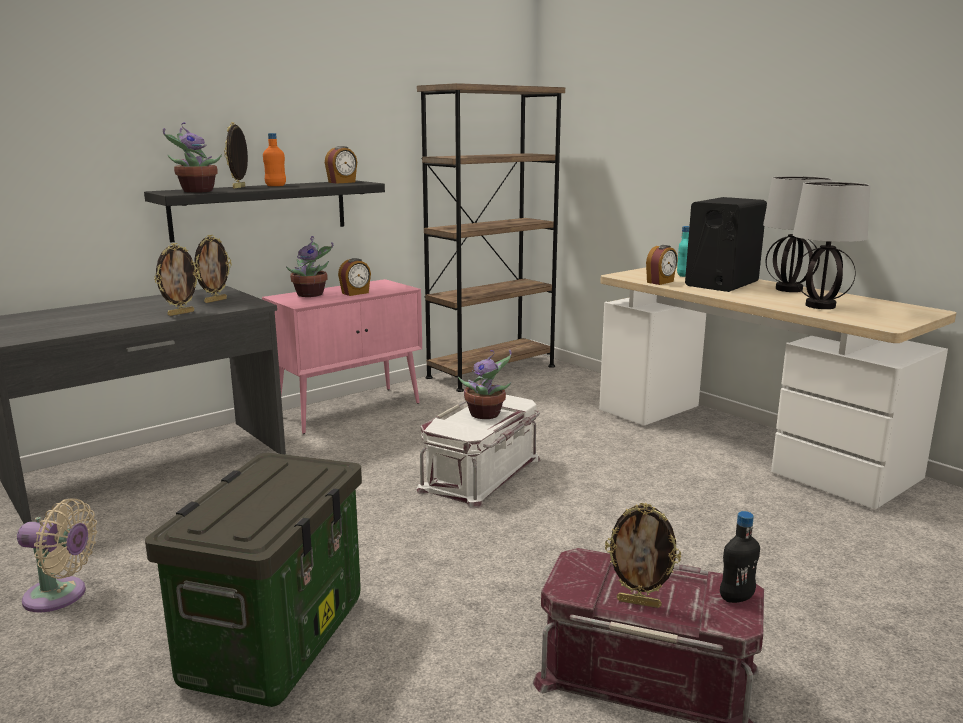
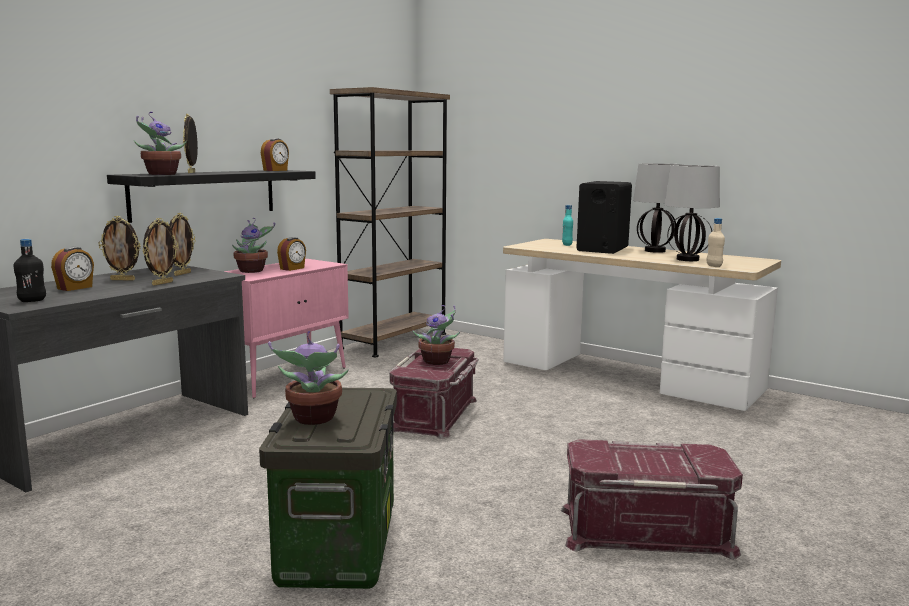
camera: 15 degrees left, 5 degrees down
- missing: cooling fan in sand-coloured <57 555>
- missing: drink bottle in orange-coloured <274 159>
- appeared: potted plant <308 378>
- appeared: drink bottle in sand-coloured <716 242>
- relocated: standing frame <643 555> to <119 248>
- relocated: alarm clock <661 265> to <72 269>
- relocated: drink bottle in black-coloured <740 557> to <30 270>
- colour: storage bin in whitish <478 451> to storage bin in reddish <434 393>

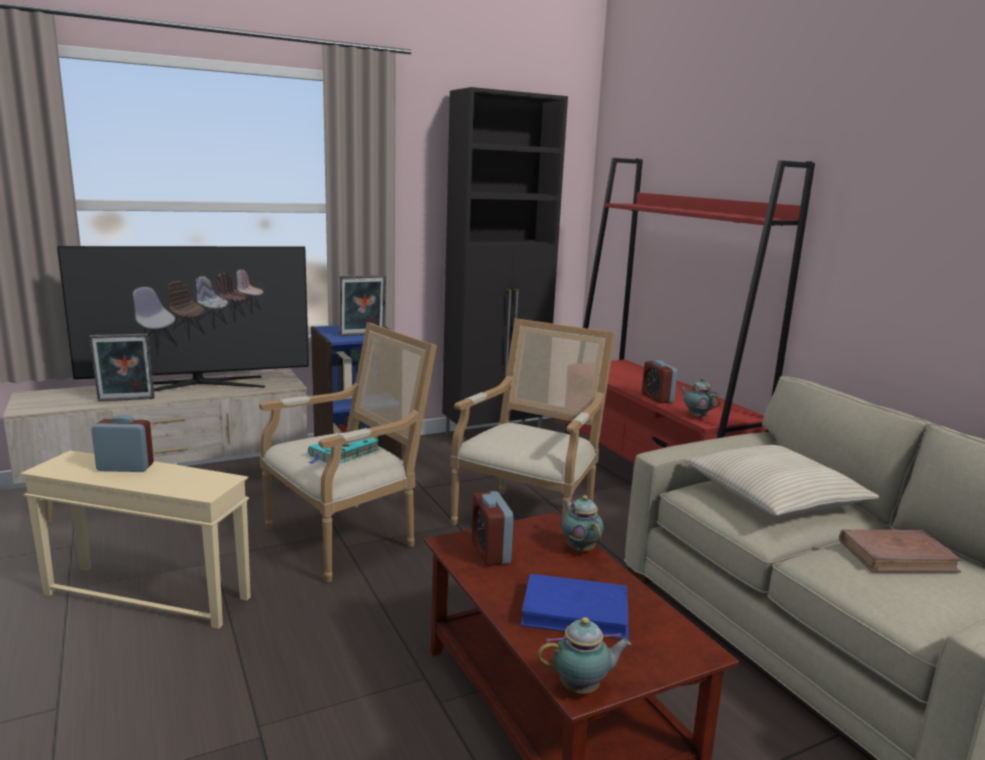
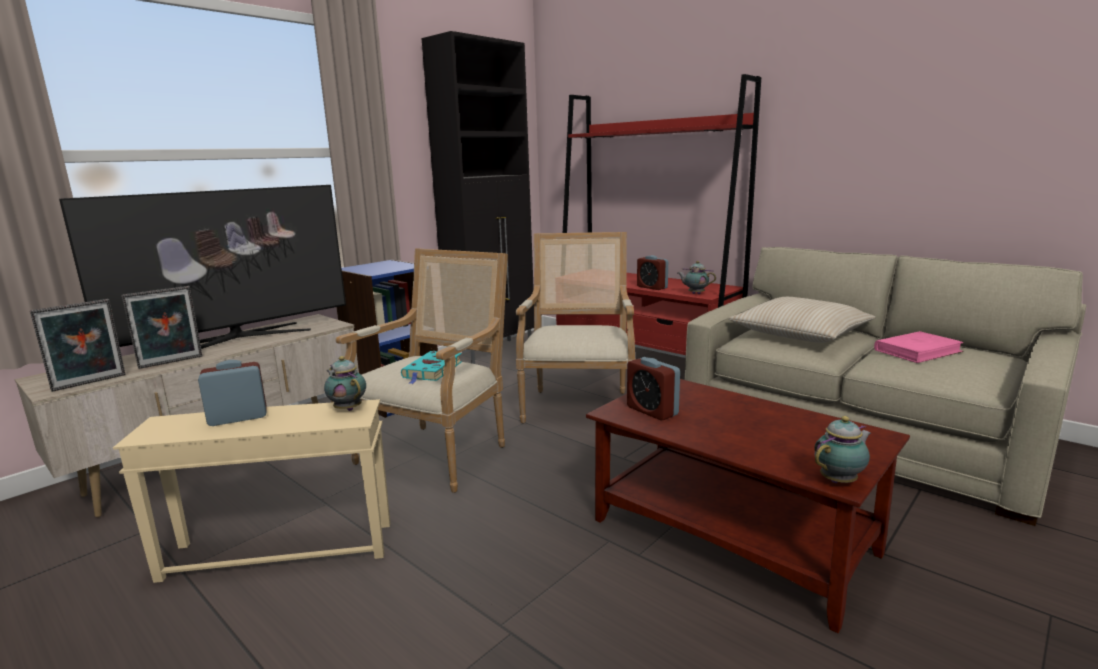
camera: 20 degrees left, 0 degrees up
- missing: volume in bluish <575 607>
- relocated: standing frame <362 305> to <78 345>
- relocated: tea pot <582 523> to <345 383>
- colour: volume in brown <900 551> to volume in pink <919 347>

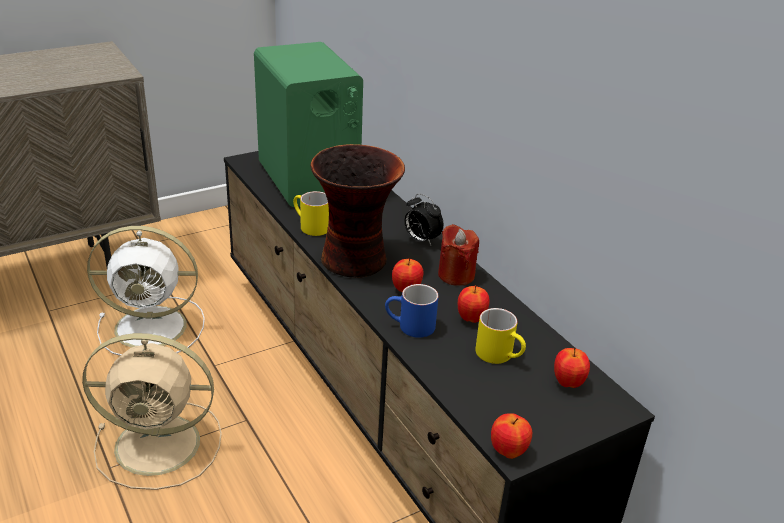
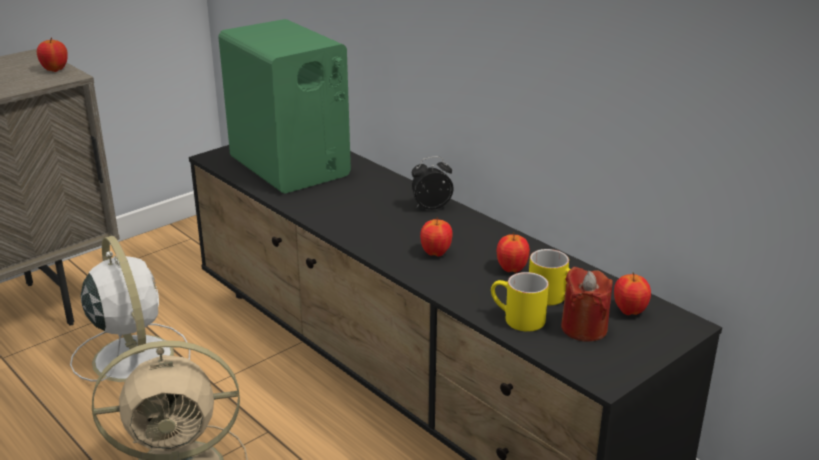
camera: 10 degrees left, 5 degrees down
- missing: decorative vase <357 211>
- missing: coffee mug in bluish <412 311>
- relocated: coffee mug in yellow <311 213> to <520 301>
- relocated: candle in reddish <458 255> to <587 304>
- relocated: whole apple <511 436> to <52 54>
- spun: cooling fan in whitish <146 291> = <130 309> 105 degrees counterclockwise
- spun: alarm clock <424 219> = <433 183> 135 degrees clockwise

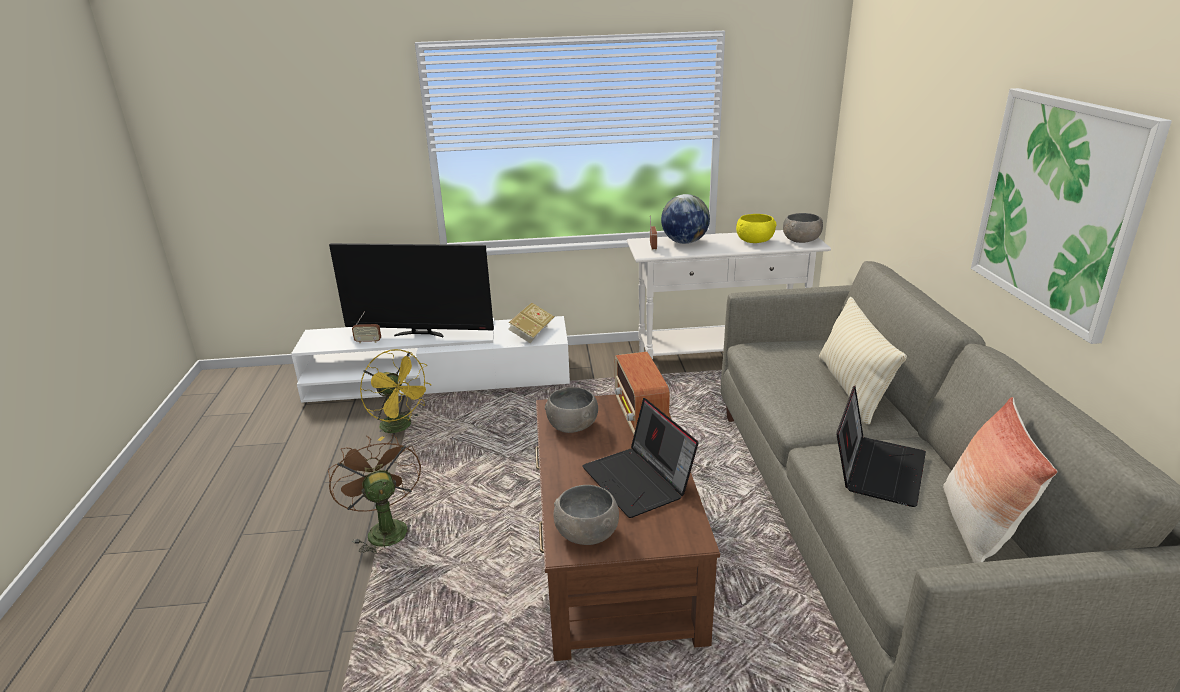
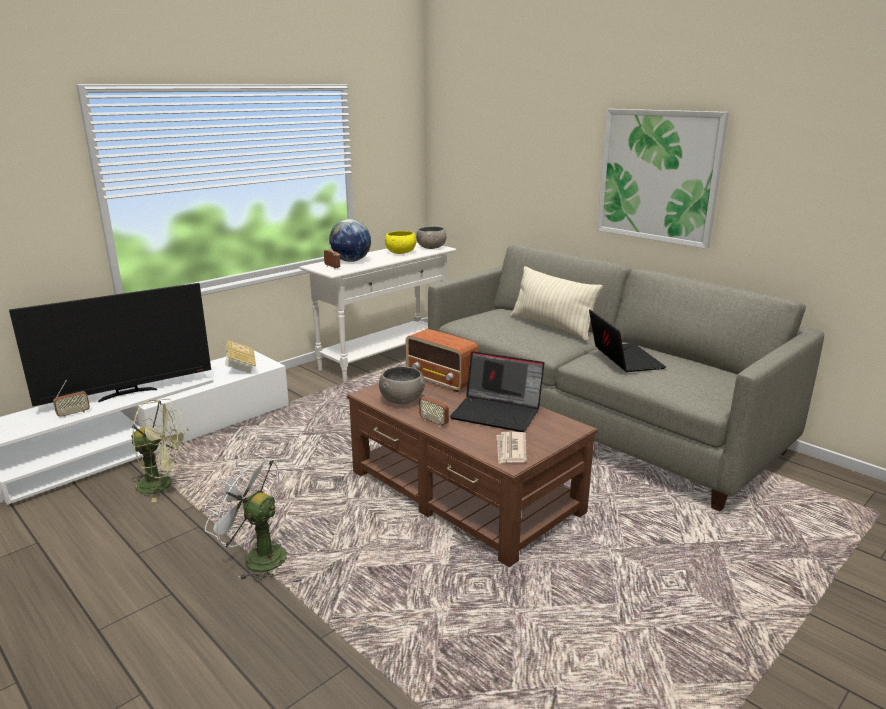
camera: 40 degrees left, 5 degrees down
- missing: cushion <1000 480>
- appeared: radio receiver <434 405>
- exchanged: deep dish in grey <586 515> to printed paper <512 448>
- colour: cooling fan in brown <374 494> to cooling fan in whitish <245 518>
- colour: cooling fan in yellow <395 395> to cooling fan in greenish <160 451>

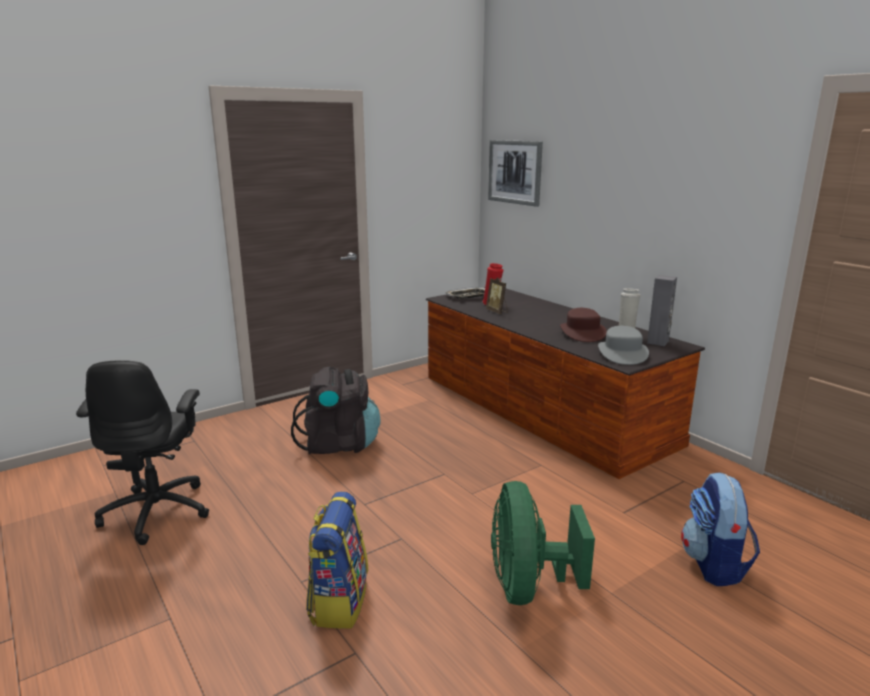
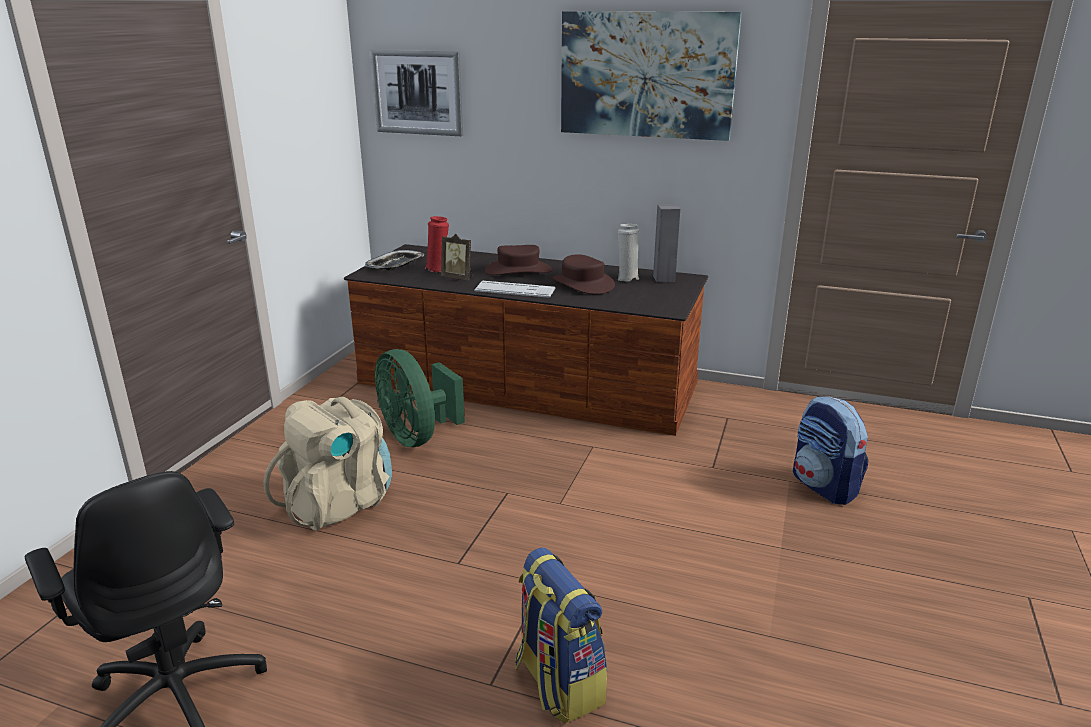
camera: 35 degrees left, 5 degrees up
- missing: hat in grey <623 345>
- appeared: computer keyboard <515 289>
- appeared: hat in brown <518 260>
- appeared: wall art <651 76>
- relocated: cooling fan in greenish <543 543> to <420 398>
- colour: rucksack in black-coloured <335 410> to rucksack in sand-coloured <328 464>

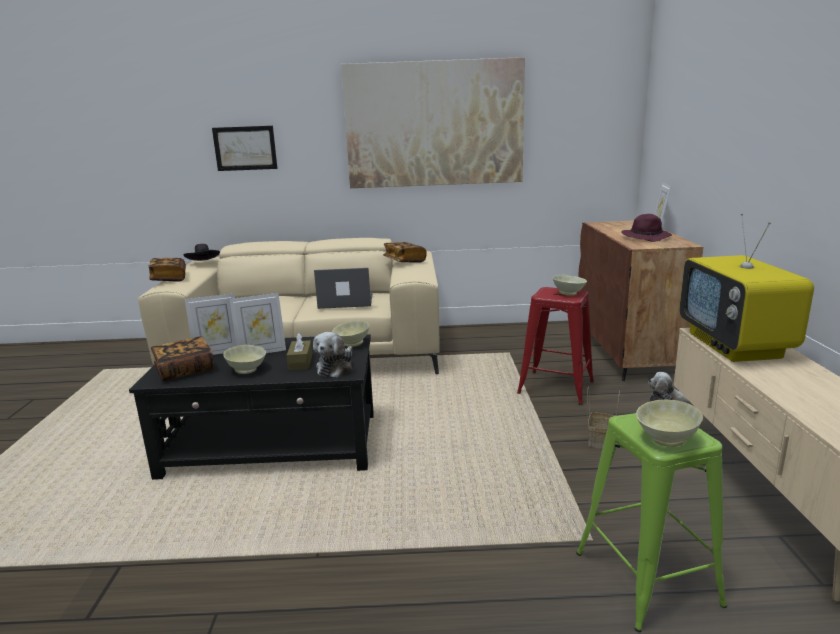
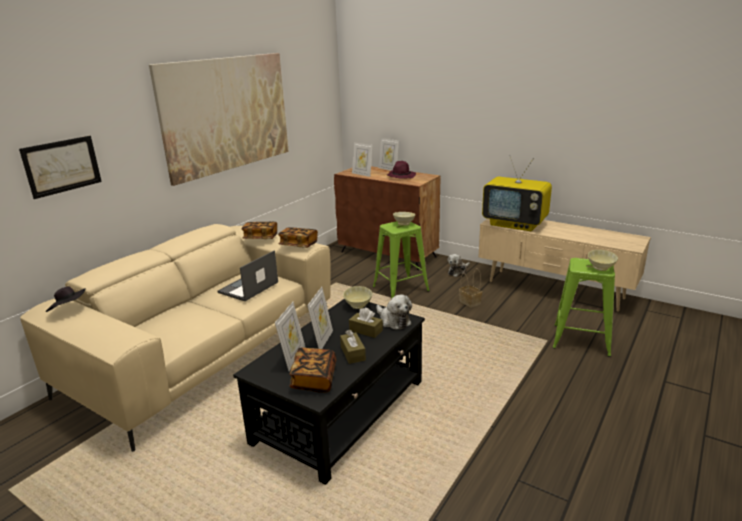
camera: 55 degrees left, 5 degrees up
- appeared: standing frame <362 159>
- relocated: volume <167 270> to <298 237>
- exchanged: deep dish in sand-coloured <244 359> to tissue box in brown <353 347>
- colour: sitting stool in reddish <555 346> to sitting stool in greenish <401 260>

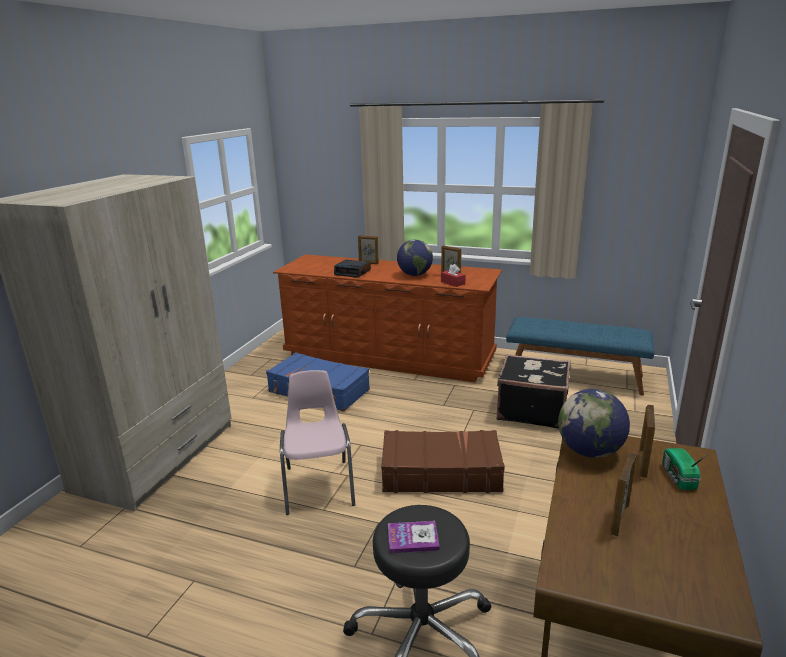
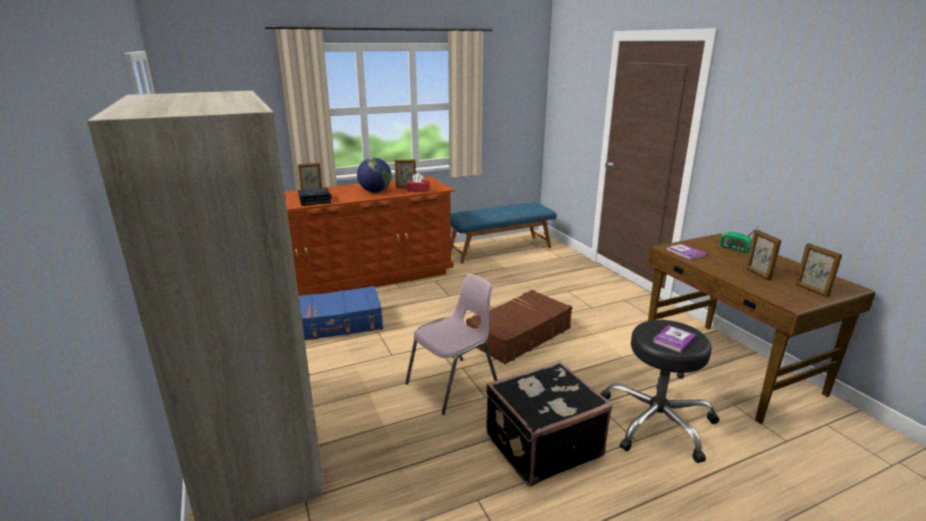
camera: 45 degrees left, 0 degrees up
- relocated: travel case in black-coloured <534 391> to <549 423>
- relocated: standing frame <647 441> to <818 270>
- exchanged: globe <594 423> to volume <687 251>
- spun: plain chair in pink <317 442> = <451 344> 105 degrees clockwise

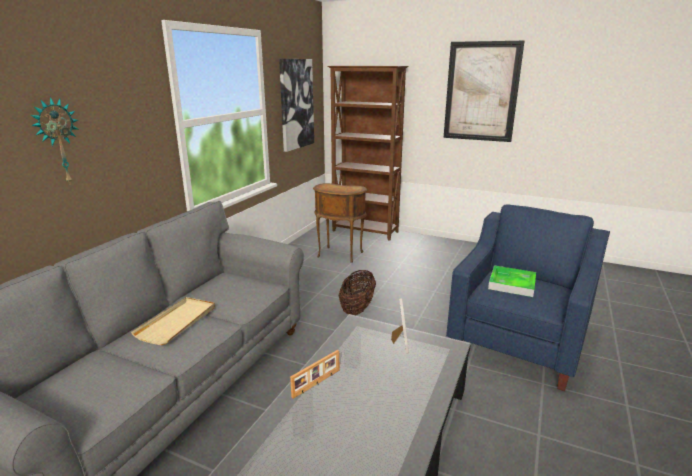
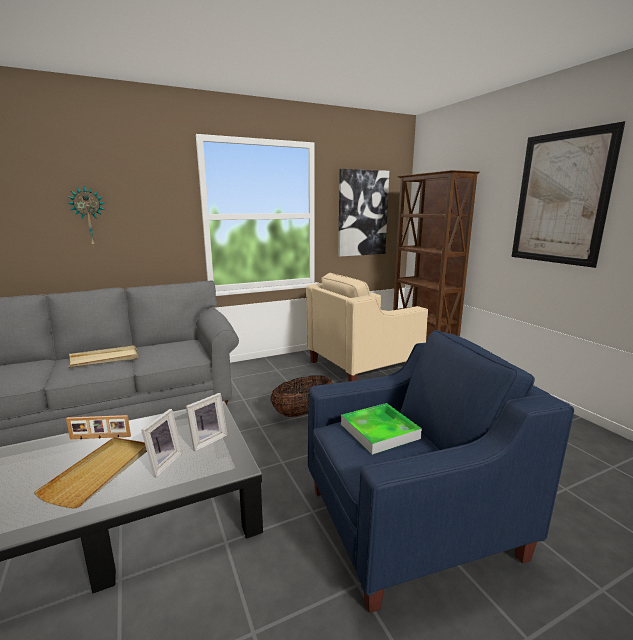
camera: 40 degrees right, 5 degrees down
- appeared: carrying tray in sand-coloured <90 472>
- appeared: standing frame <162 443>
- exchanged: accent table in brown <340 223> to easy chair in sand-coloured <367 327>

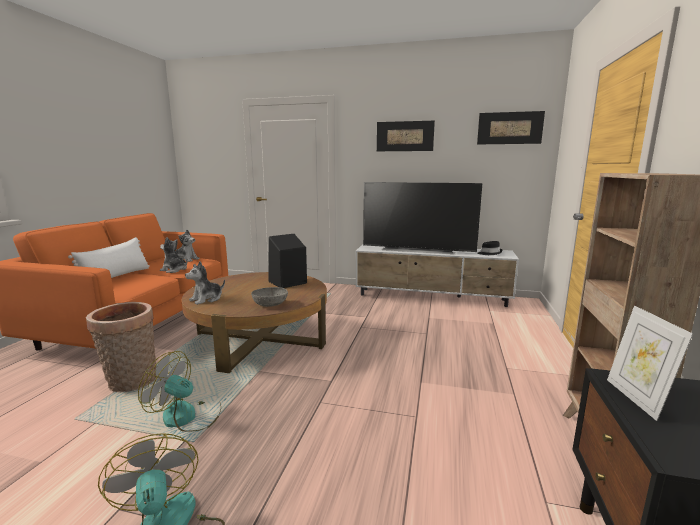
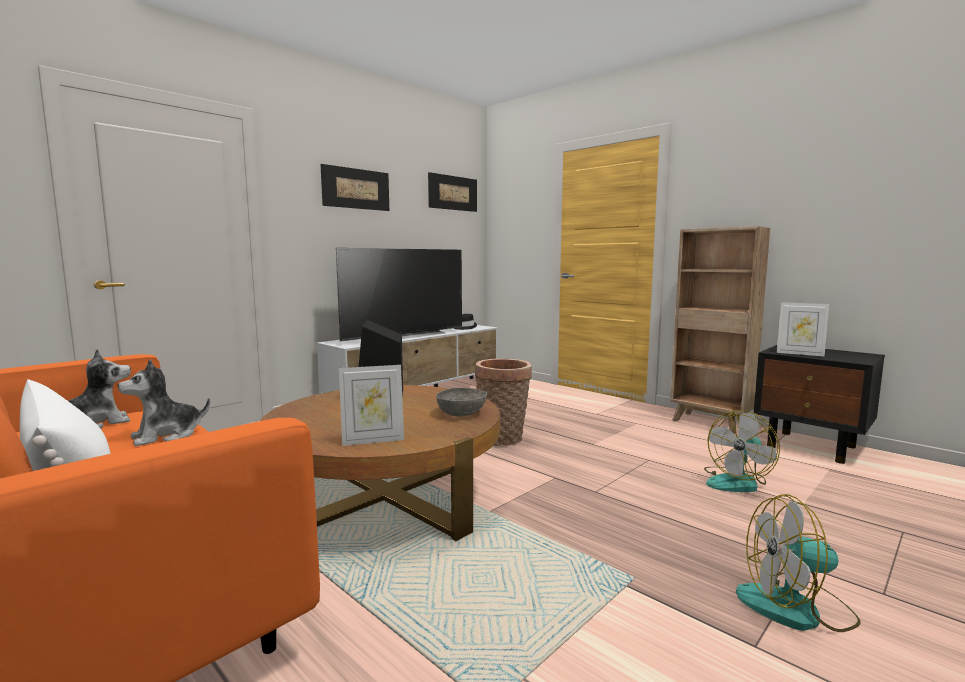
camera: 60 degrees left, 5 degrees down
- relocated: household basket <121 347> to <503 402>
- relocated: cooling fan <179 391> to <742 451>
- exchanged: cuddly toy <205 283> to standing frame <371 405>

